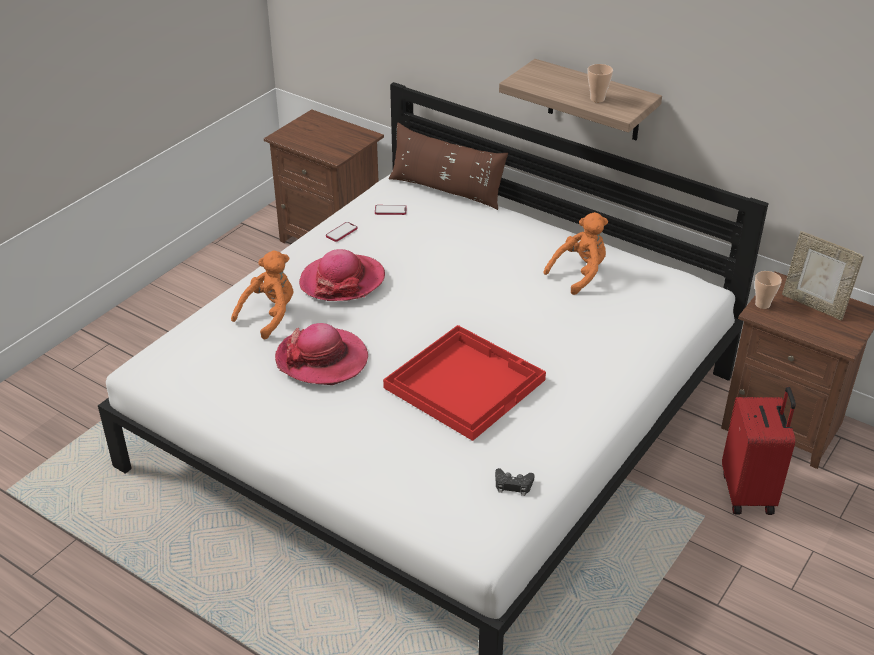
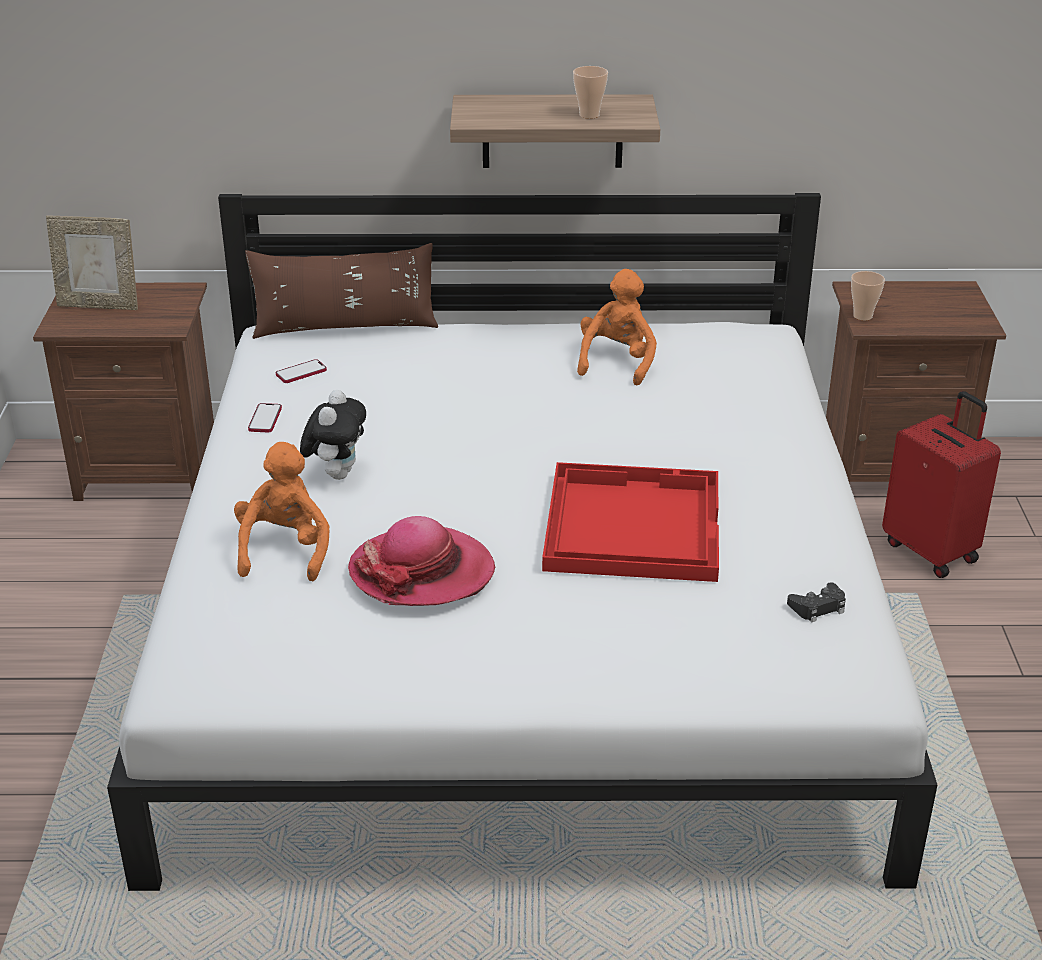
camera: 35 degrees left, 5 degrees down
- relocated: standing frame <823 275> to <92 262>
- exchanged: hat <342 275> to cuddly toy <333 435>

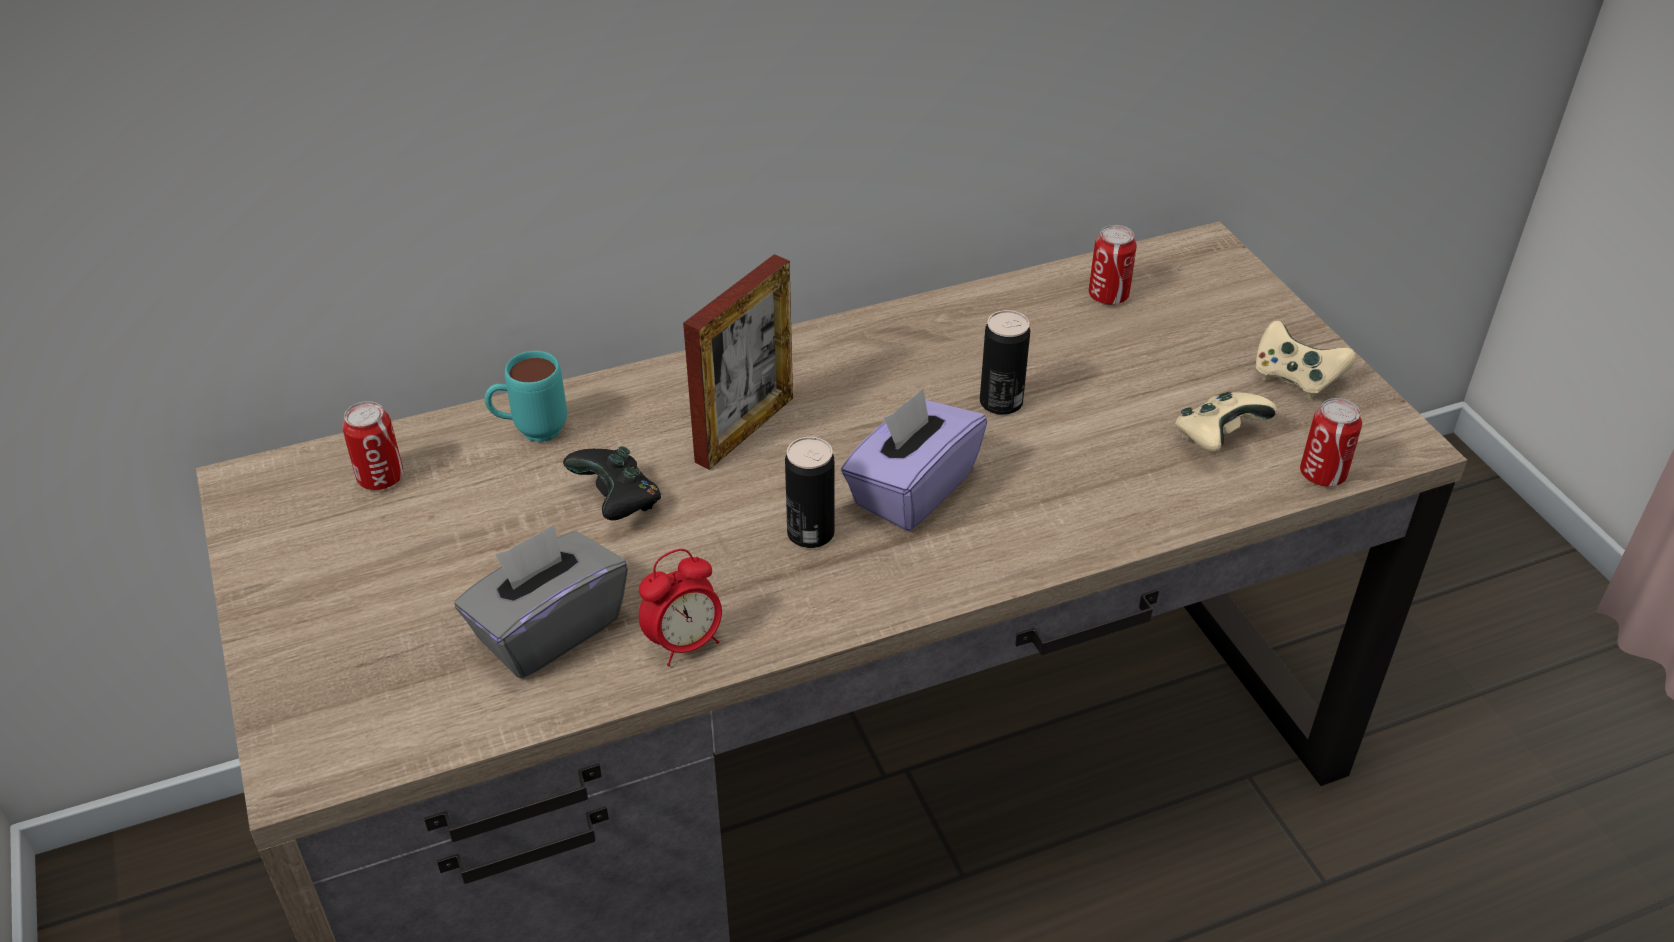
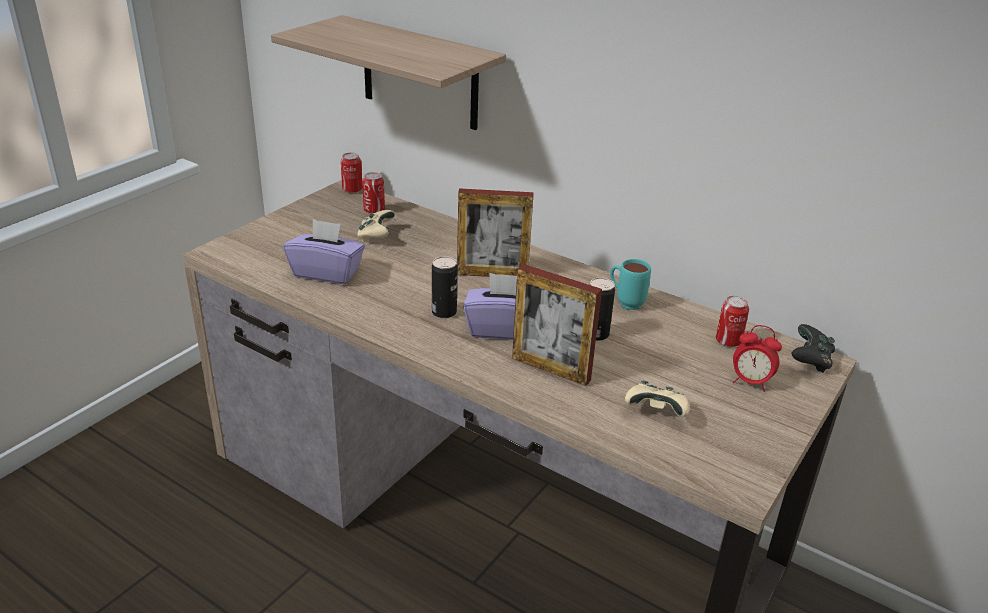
camera: 55 degrees right, 10 degrees down
- appeared: wall shelf <388 72>
- appeared: standing frame <557 325>
- relocated: coffee mug in turquoise-coloured <526 396> to <630 284>
- relocated: gamepad in black-coloured <612 483> to <813 348>
- relocated: alarm clock <680 607> to <757 358>
- relocated: gamepad in sand-coloured <1306 360> to <376 226>
- relocated: sealed can <1331 442> to <352 173>
- colour: tissue box in grey <541 601> to tissue box in purple-coloured <324 251>

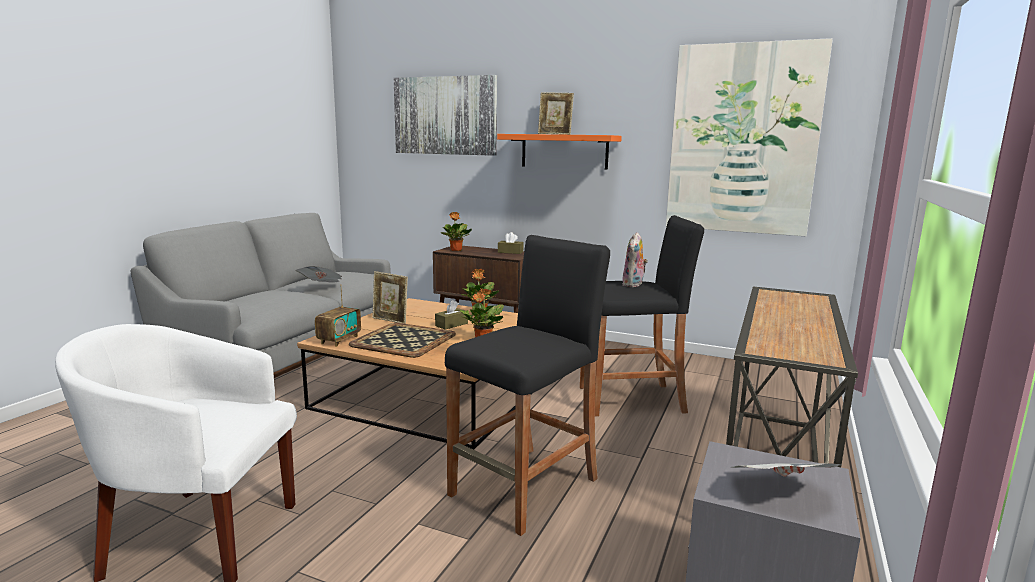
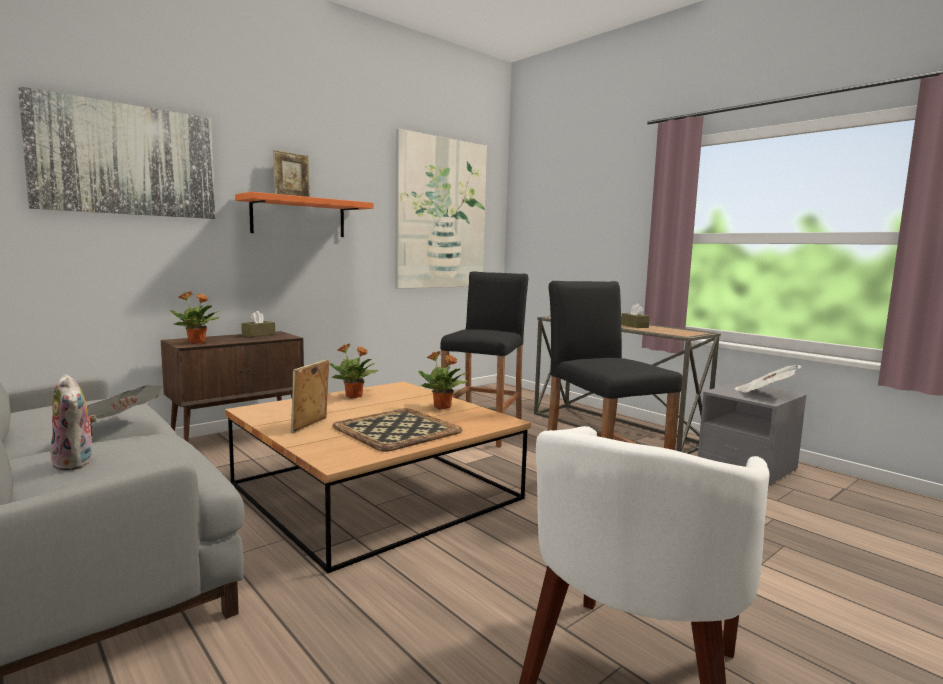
camera: 65 degrees left, 5 degrees down
- missing: radio receiver <338 315>
- relocated: tissue box in brown <451 315> to <635 315>
- relocated: cuddly toy <635 259> to <73 422>
- spun: standing frame <390 297> = <310 396> 150 degrees clockwise

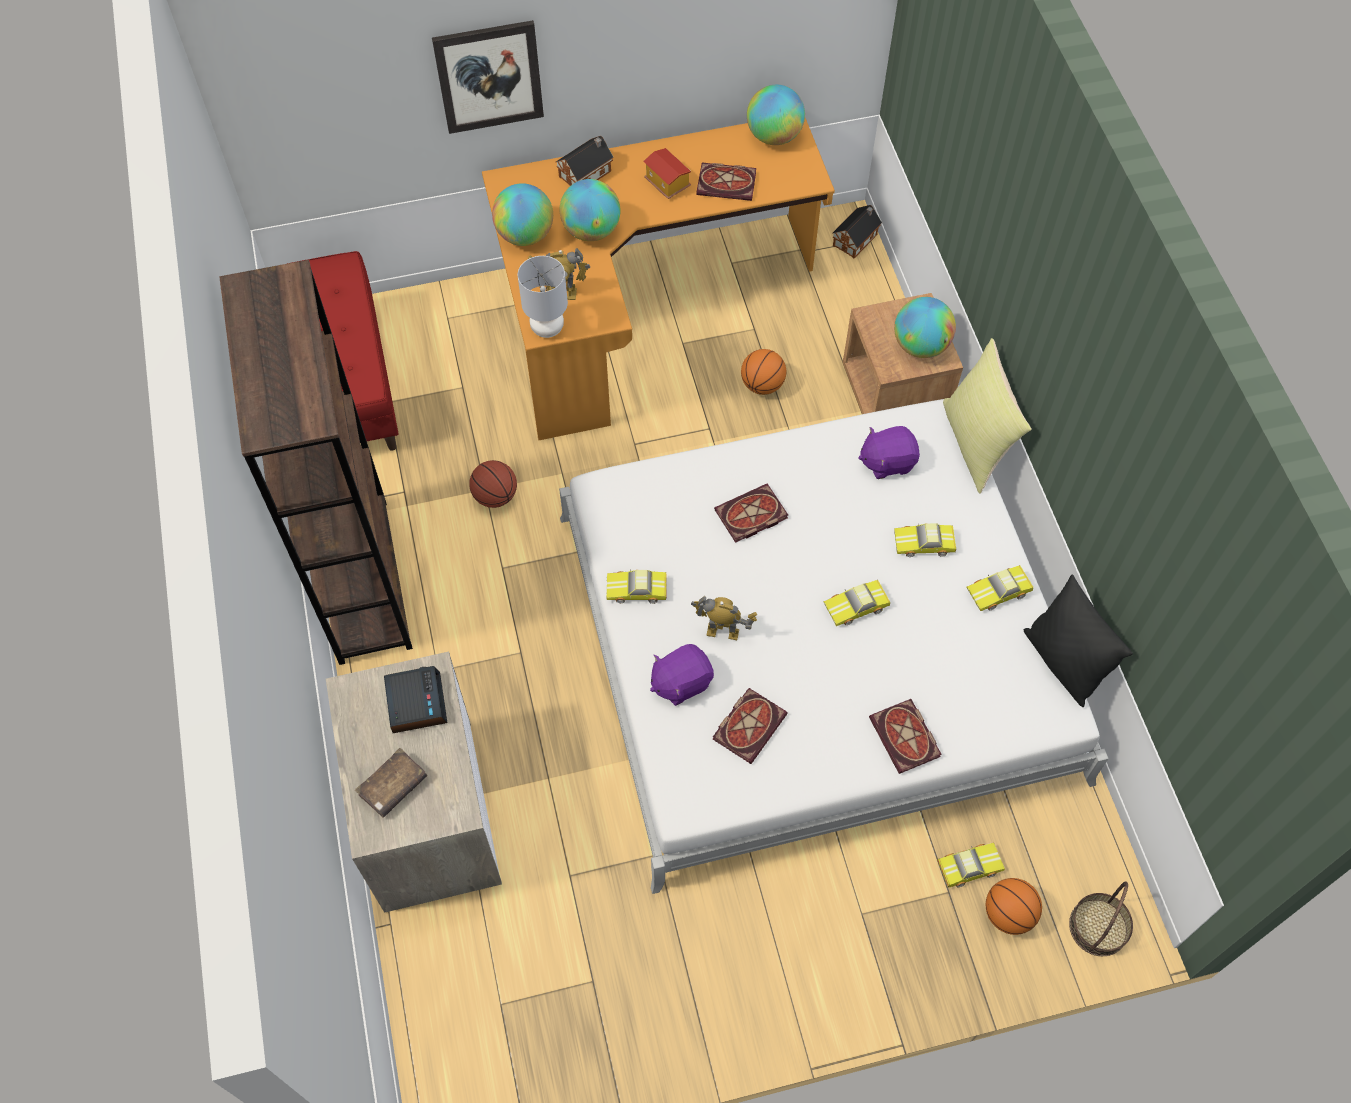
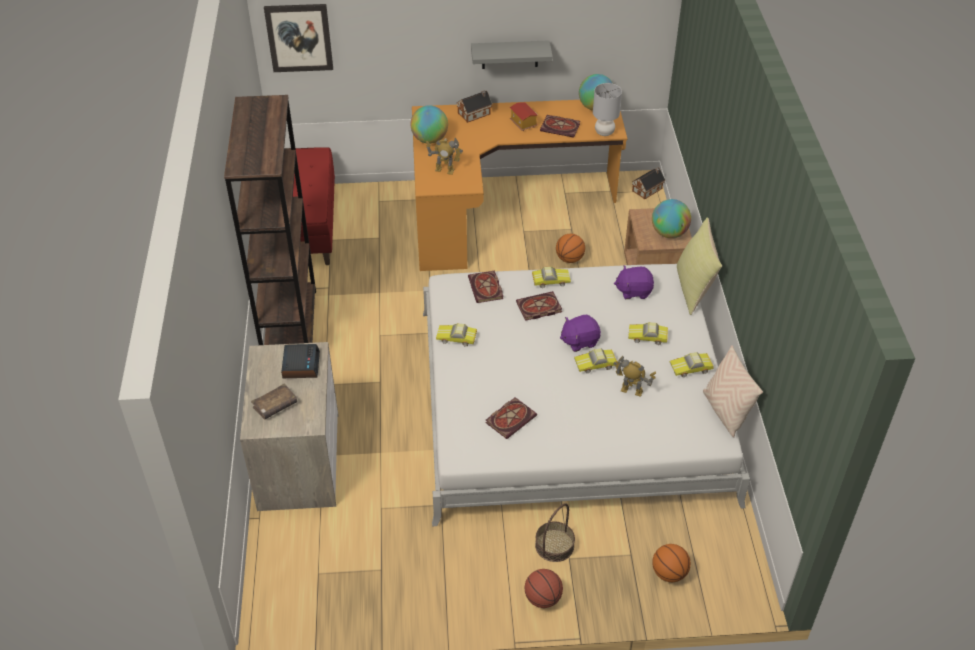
camera: 10 degrees right, 15 degrees down
- missing: globe <590 210>
- appeared: wall shelf in grey <512 54>
- relocated: wall art <488 77> to <298 38>
- relocated: basketball ball <493 484> to <544 588>
- relocated: tabletop lamp in grey <543 297> to <607 109>
- relocated: cuddly toy in purple-coloured <682 675> to <580 333>
- relocated: model robot <724 618> to <634 376>
- relocated: volume <905 736> to <485 287>
- relocated: toy car <971 865> to <551 277>
- relocated: household basket <1101 919> to <555 532>
- colour: cushion in black-coloured <1078 640> to cushion in sand-coloured <733 391>

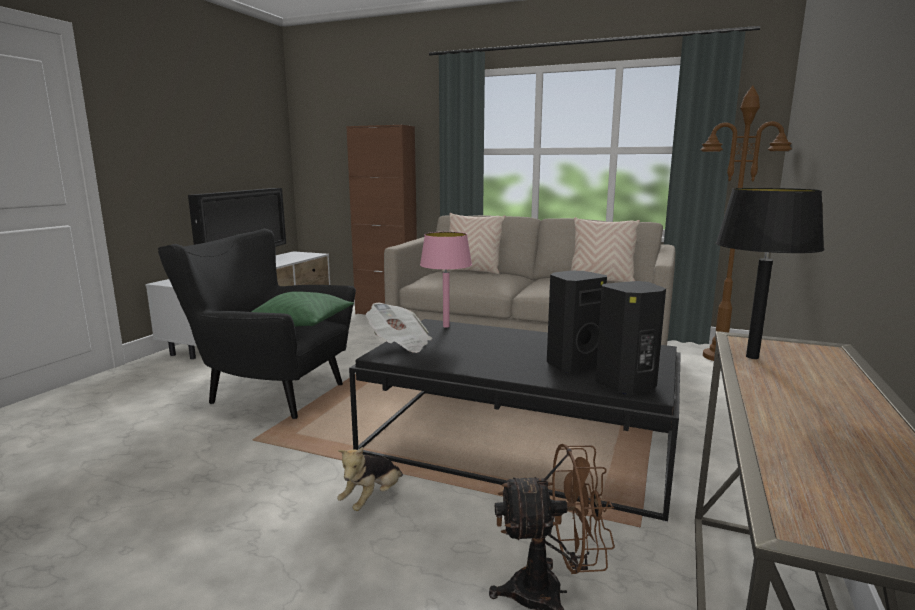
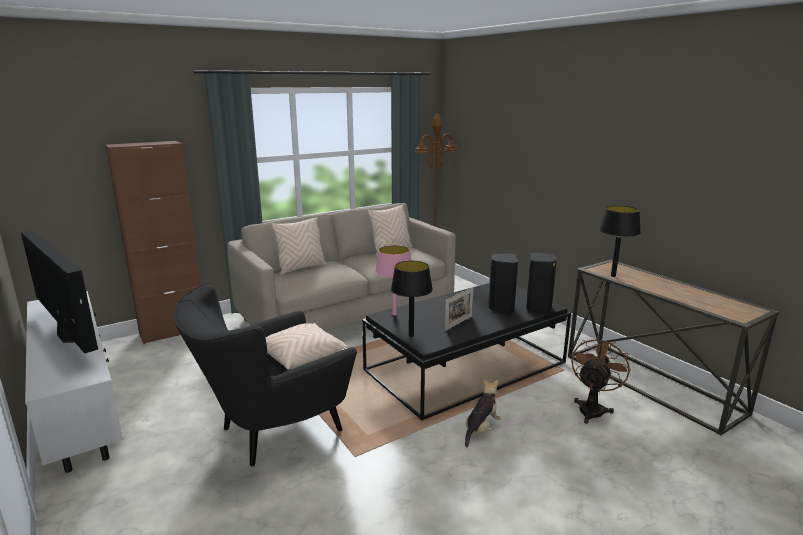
camera: 55 degrees left, 5 degrees up
- appeared: standing frame <459 309>
- exchanged: printed paper <399 328> to tabletop lamp in black-coloured <412 299>
- colour: cushion in greenish <303 309> to cushion in sand-coloured <307 346>
- spun: cuddly toy <370 479> = <483 413> 120 degrees counterclockwise

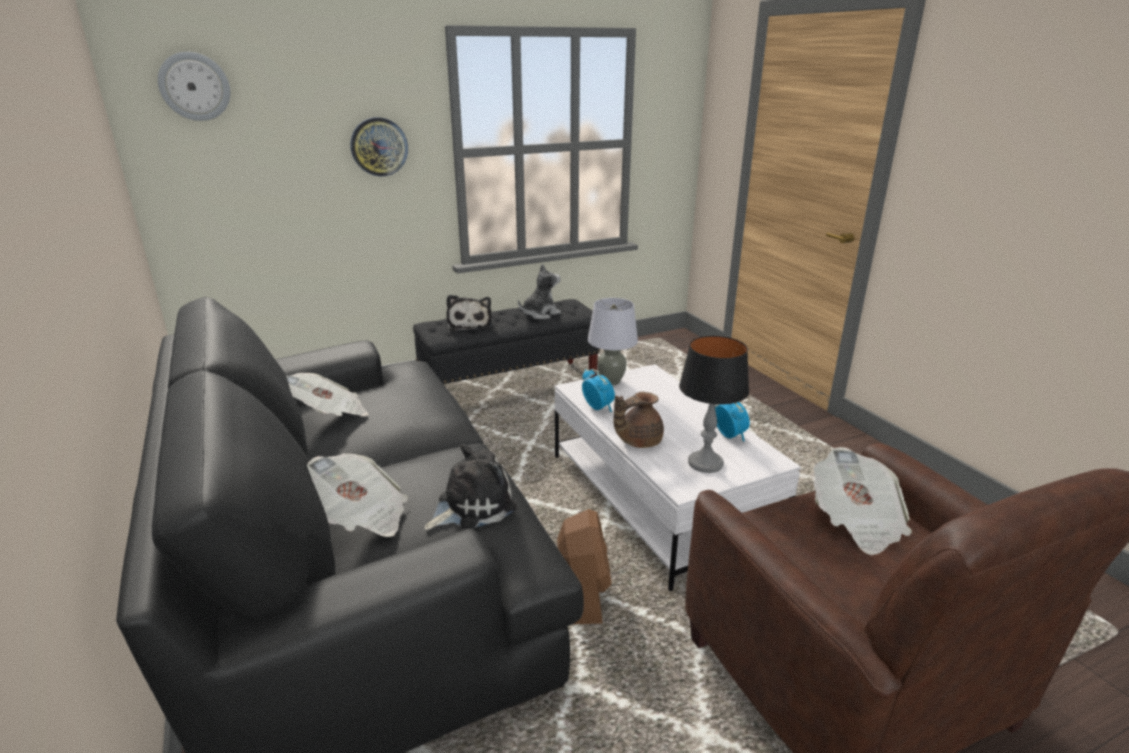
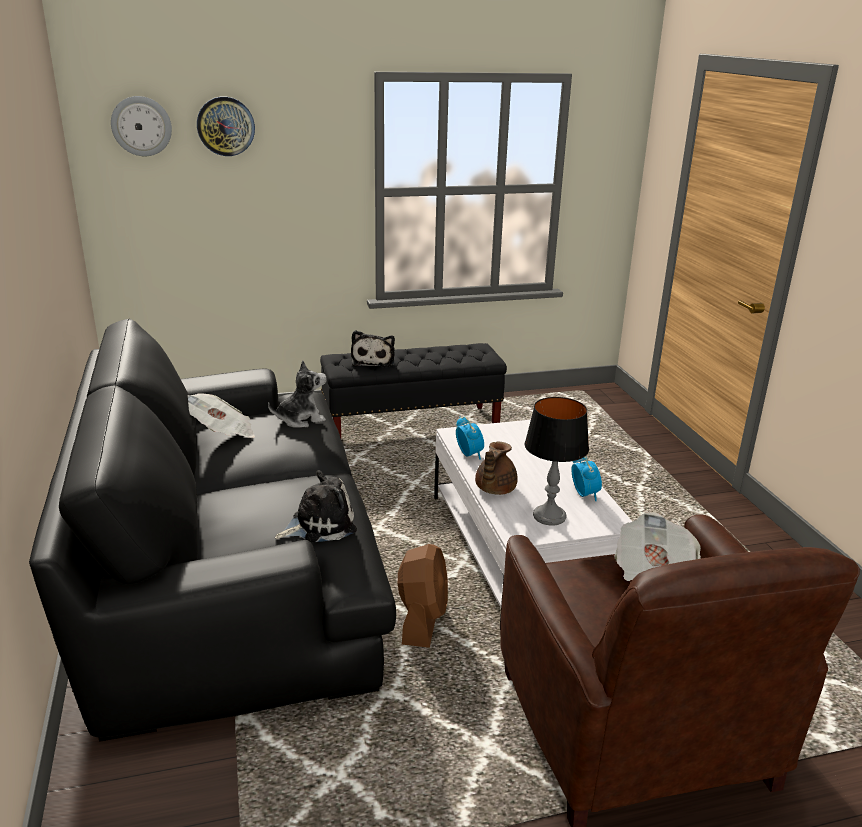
camera: 10 degrees right, 0 degrees up
- missing: printed paper <357 495>
- missing: tabletop lamp in grey <613 341>
- relocated: clock on the wall <379 146> to <226 126>
- relocated: cuddly toy <539 291> to <297 394>
- spun: tea pot in brown <638 420> = <496 468> 45 degrees counterclockwise

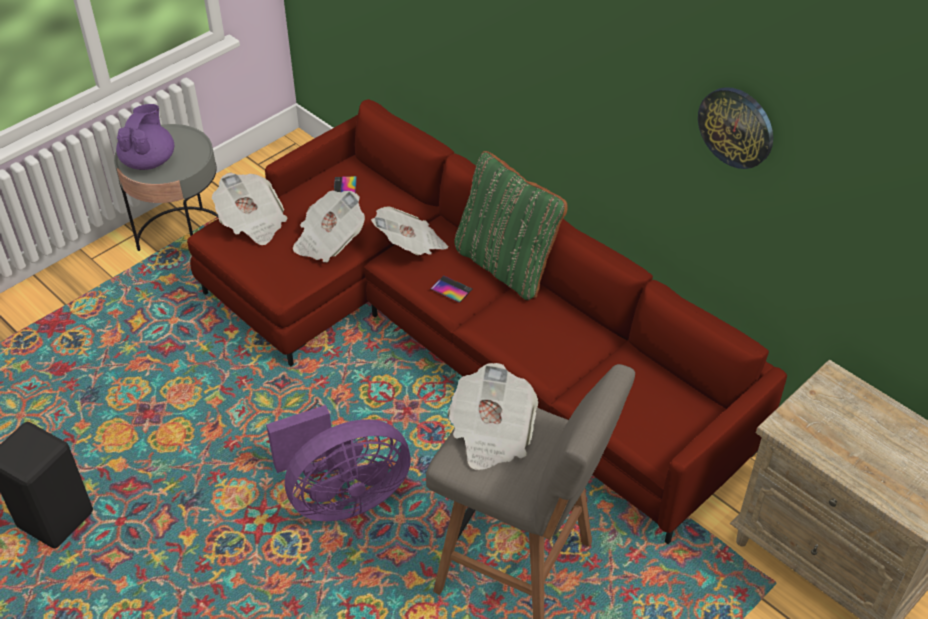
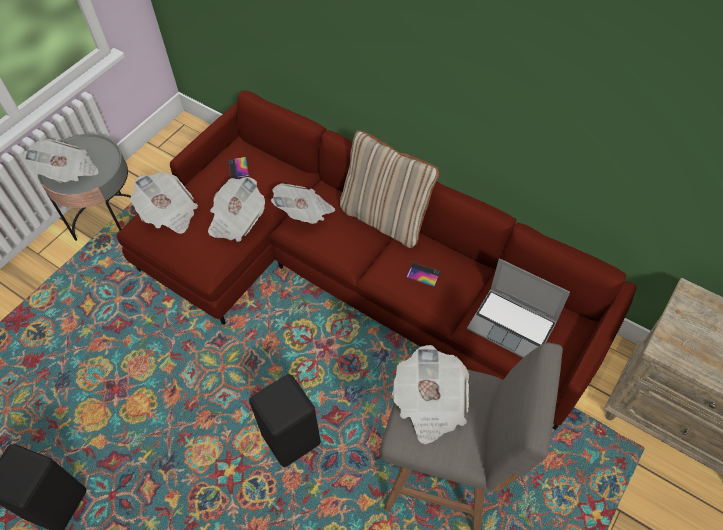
camera: 10 degrees left, 10 degrees up
- missing: clock on the wall <735 128>
- appeared: notebook computer <518 308>
- relocated: phone <451 289> to <423 274>
- exchanged: tea pot in purple-coloured <145 137> to printed paper <61 161>
- exchanged: cooling fan in purple-coloured <338 463> to sitting stool in black-coloured <285 420>
- colour: cushion in greenish <511 225> to cushion in sand-coloured <389 189>

